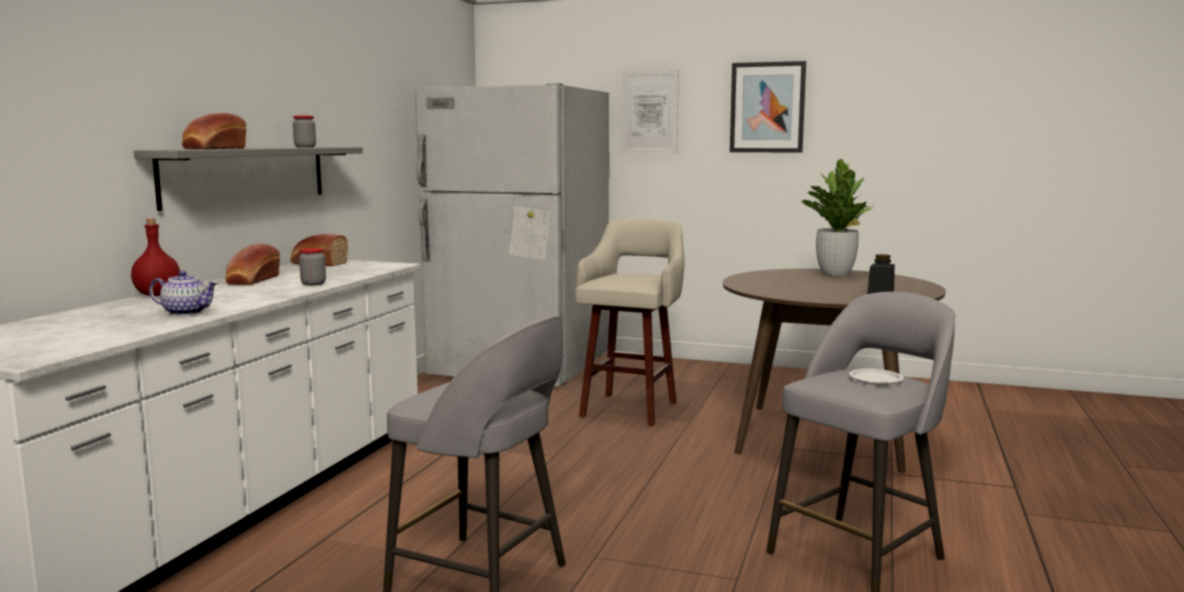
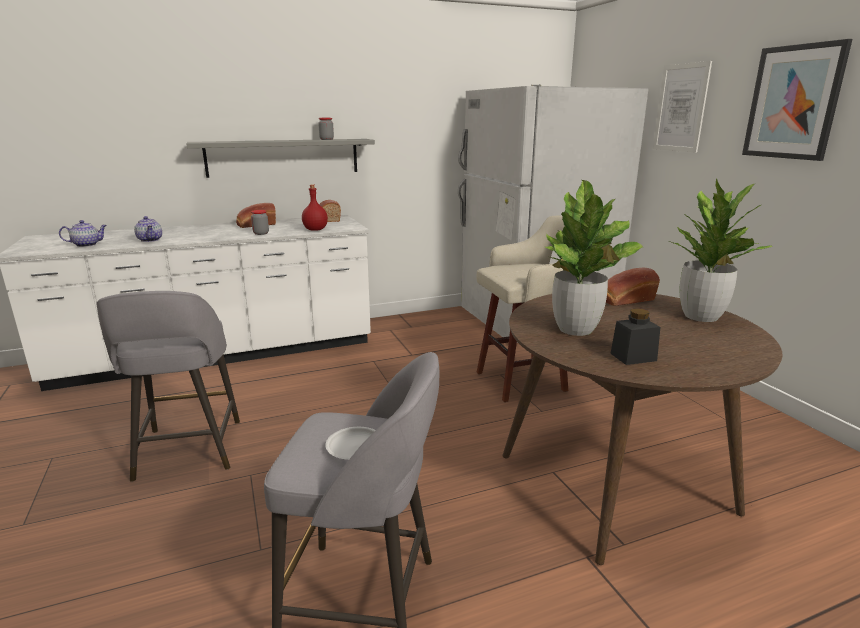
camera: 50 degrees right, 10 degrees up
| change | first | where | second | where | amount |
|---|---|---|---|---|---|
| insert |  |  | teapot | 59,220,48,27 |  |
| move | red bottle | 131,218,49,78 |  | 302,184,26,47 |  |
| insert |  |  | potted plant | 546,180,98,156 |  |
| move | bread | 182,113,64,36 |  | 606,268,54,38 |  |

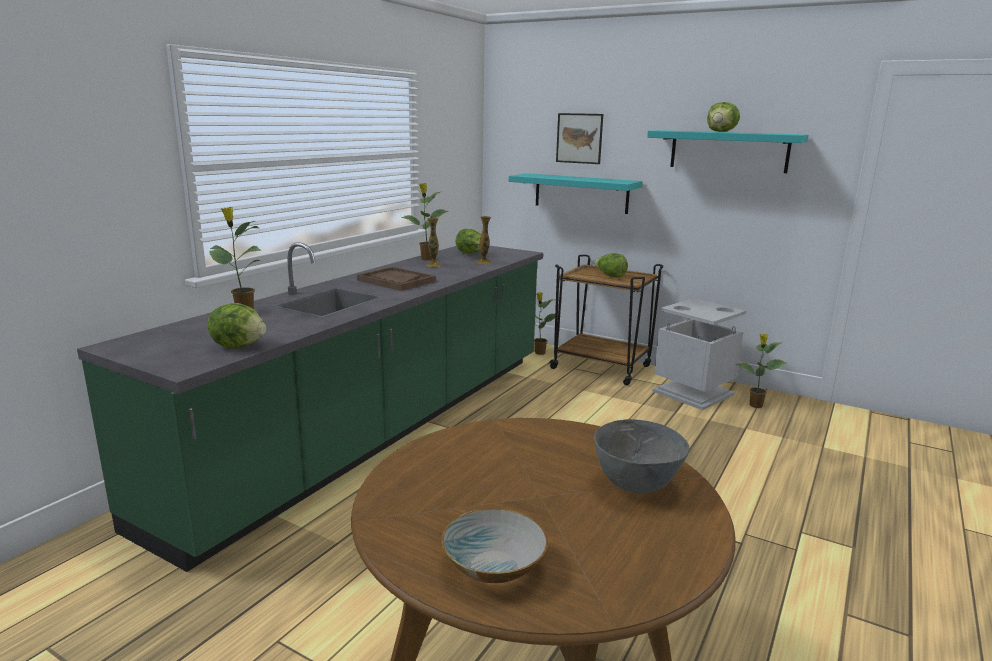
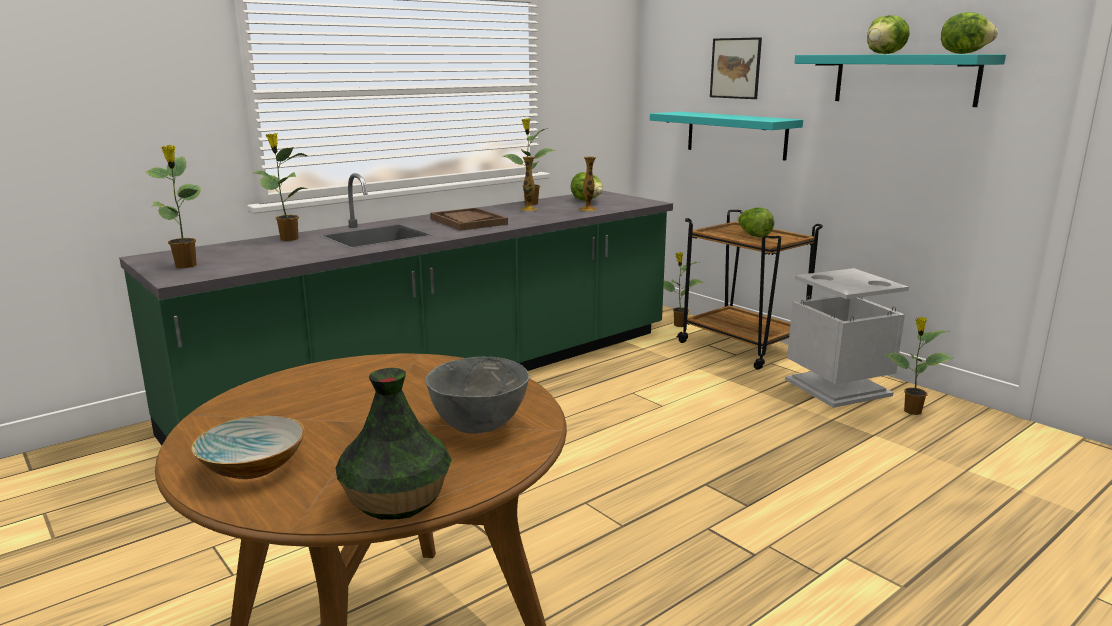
camera: 20 degrees right, 0 degrees up
| change | first | where | second | where | amount |
|---|---|---|---|---|---|
| insert |  |  | potted plant | 145,145,56,123 |  |
| insert |  |  | vase | 336,368,116,152 |  |
| move | lettuce | 207,303,59,45 |  | 941,12,57,42 |  |

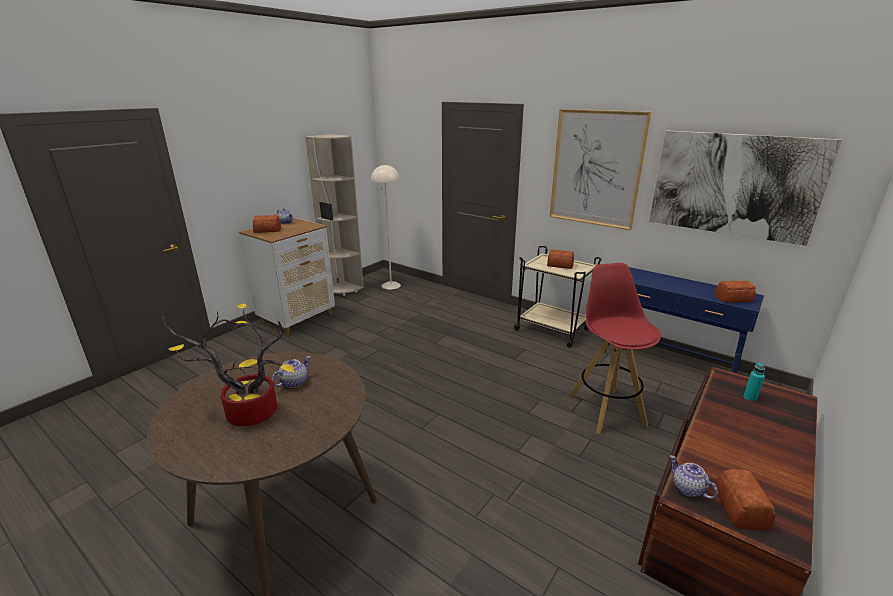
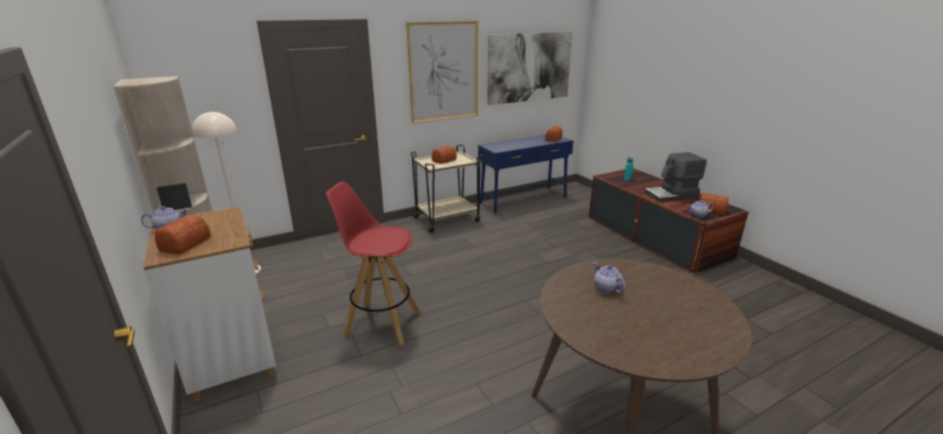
camera: 65 degrees left, 0 degrees up
| change | first | where | second | where | amount |
|---|---|---|---|---|---|
| move | red stool | 569,263,92,171 |  | 326,182,94,163 |  |
| insert |  |  | coffee machine | 644,152,63,50 |  |
| delete | potted plant | 161,304,134,122 |  |  |  |

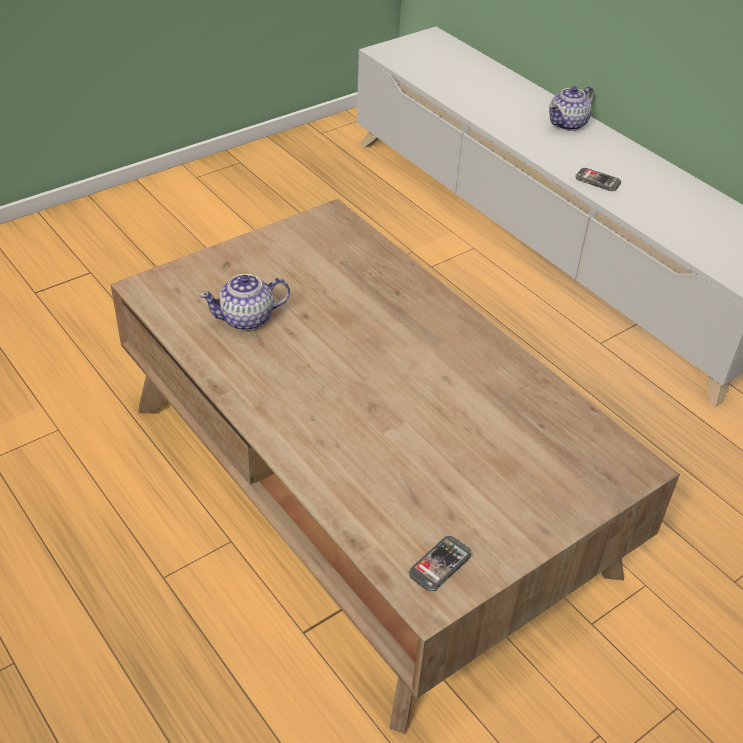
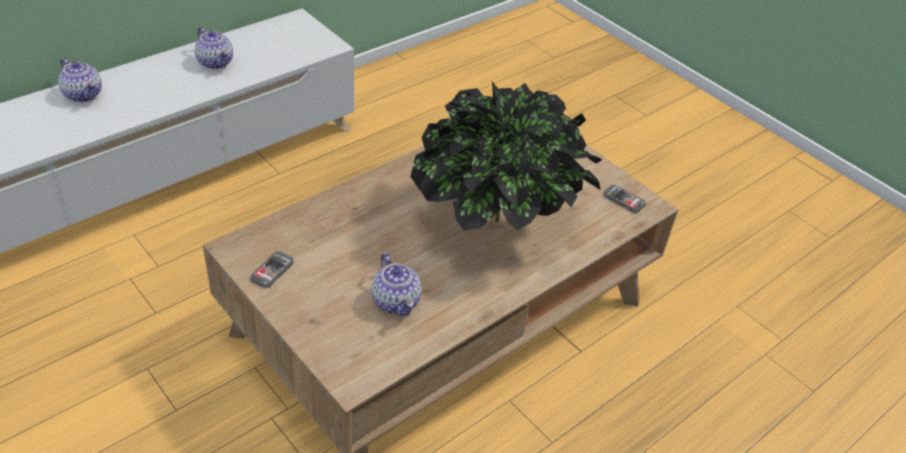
camera: 95 degrees left, 0 degrees up
| change | first | where | second | where | amount |
|---|---|---|---|---|---|
| insert |  |  | teapot | 194,27,39,42 |  |
| move | phone | 575,168,46,23 |  | 250,251,44,37 |  |
| insert |  |  | potted plant | 410,82,192,149 |  |

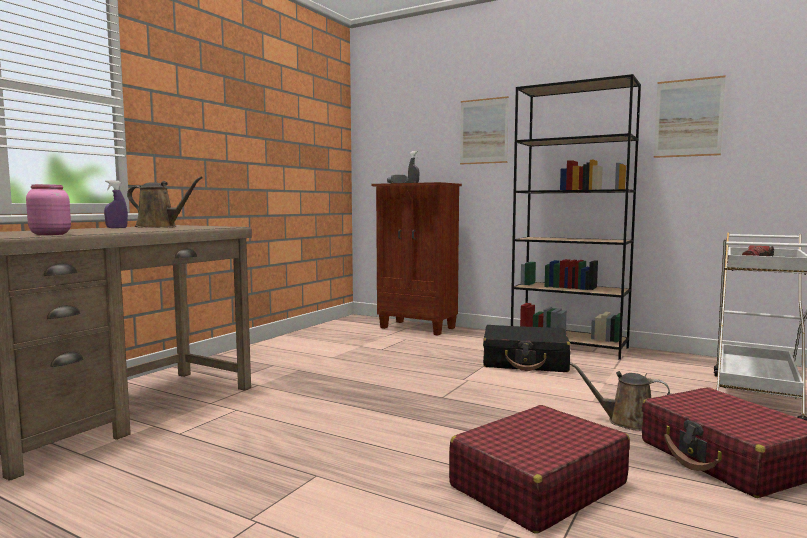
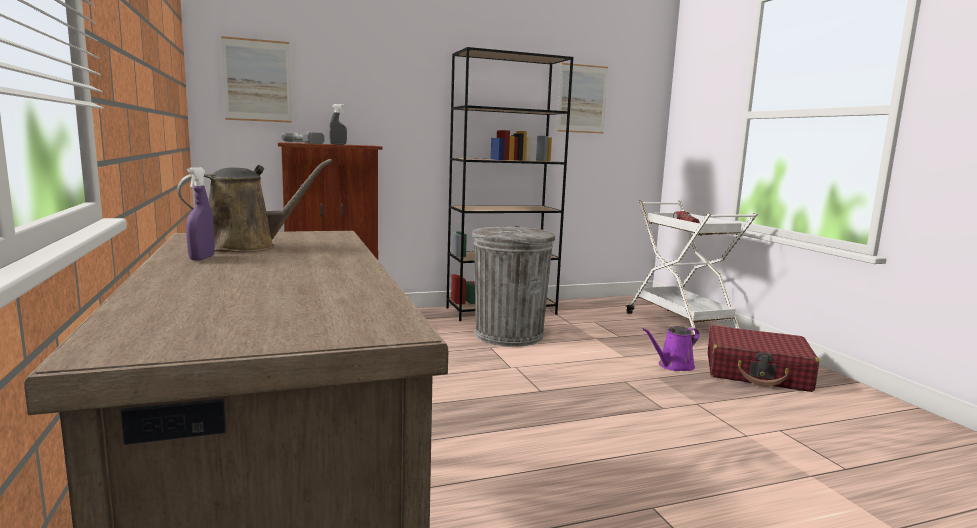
camera: 50 degrees left, 5 degrees up
| change | first | where | second | where | amount |
|---|---|---|---|---|---|
| move | picture | 460,96,49,69 |  | 221,36,71,87 |  |
| replace | black suitcase | 483,325,88,47 | grey trash can | 472,227,83,120 |  |
| recolor | brown watering can | 570,362,100,69 | purple watering can | 642,326,58,45 |  |
| delete | pink jar | 26,184,45,51 |  |  |  |
| delete | red suitcase | 449,405,181,129 |  |  |  |

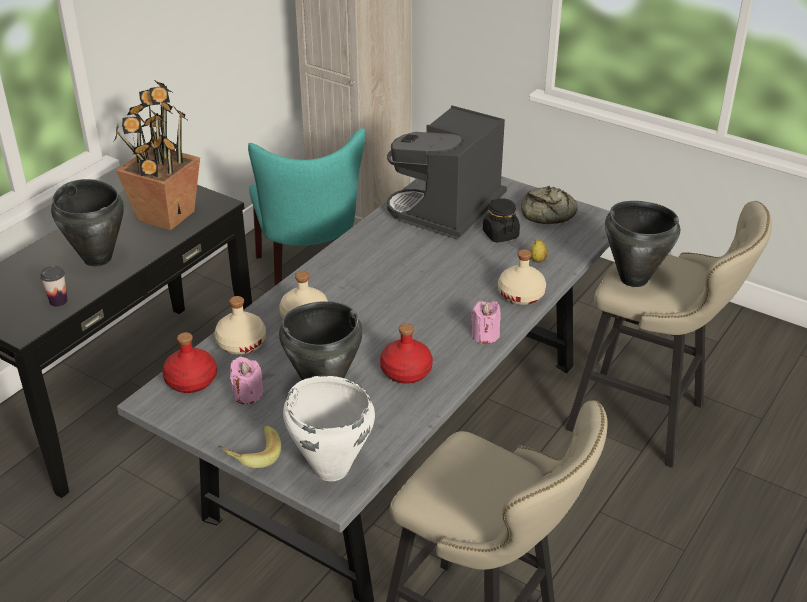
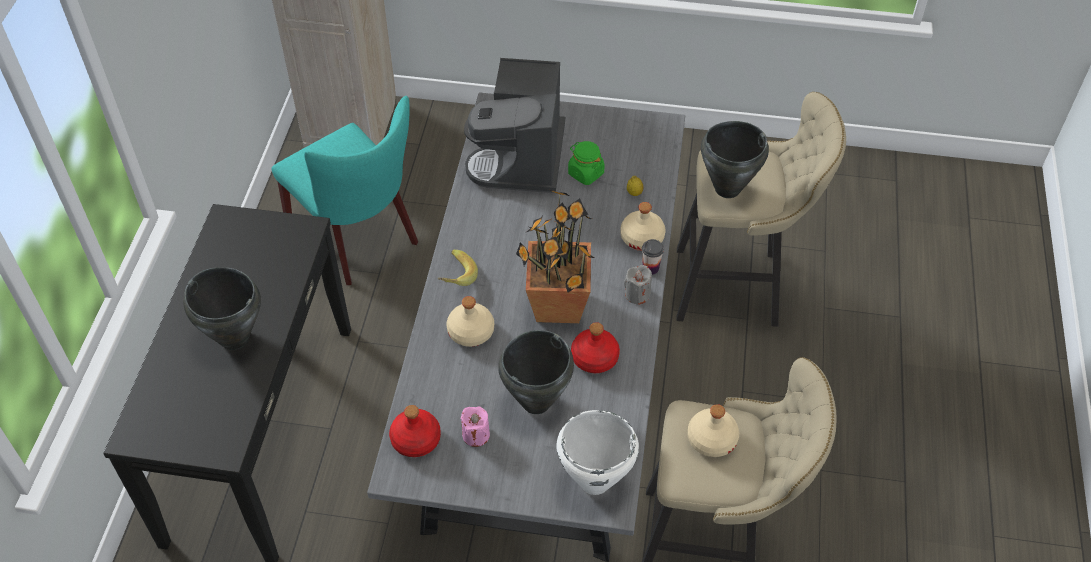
camera: 25 degrees left, 15 degrees up
| change | first | where | second | where | amount |
|---|---|---|---|---|---|
| move | banana | 218,426,63,42 |  | 438,250,40,36 |  |
| move | potted plant | 114,79,86,151 |  | 516,190,78,133 |  |
| recolor | black jar | 483,198,37,45 | green jar | 568,141,37,44 |  |
| recolor | pink candle | 471,301,30,43 | grey candle | 624,265,28,40 |  |
| move | cup | 40,266,28,41 |  | 642,239,22,36 |  |
| move | beige bottle | 214,296,52,58 |  | 687,404,52,53 |  |
| delete | bread | 521,186,56,38 |  |  |  |

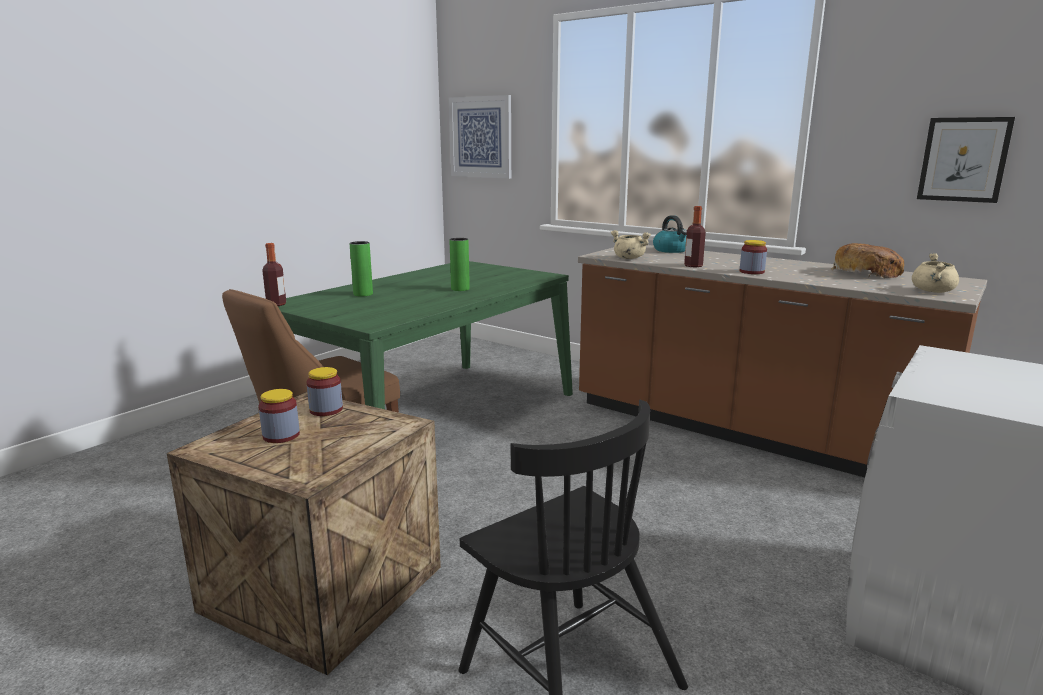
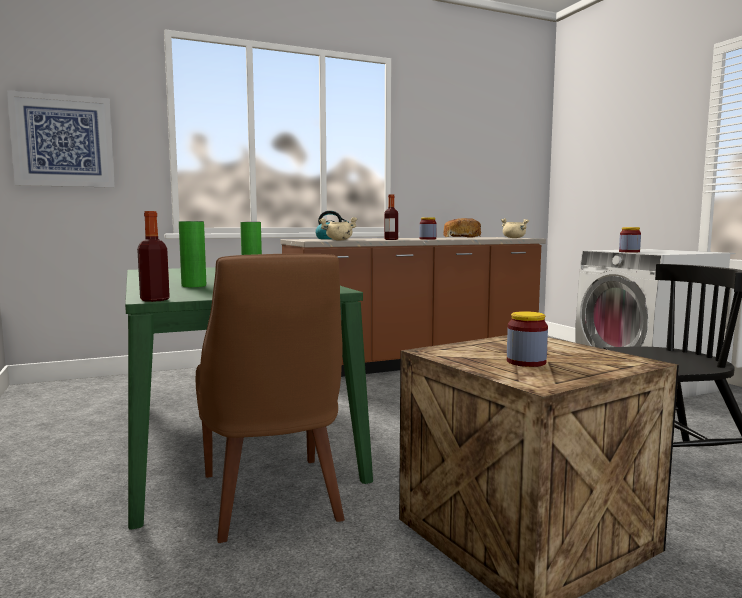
camera: 60 degrees left, 10 degrees down
| change | first | where | second | where | amount |
|---|---|---|---|---|---|
| move | jar | 306,367,37,49 |  | 619,227,22,26 |  |
| delete | picture | 917,117,98,86 |  |  |  |

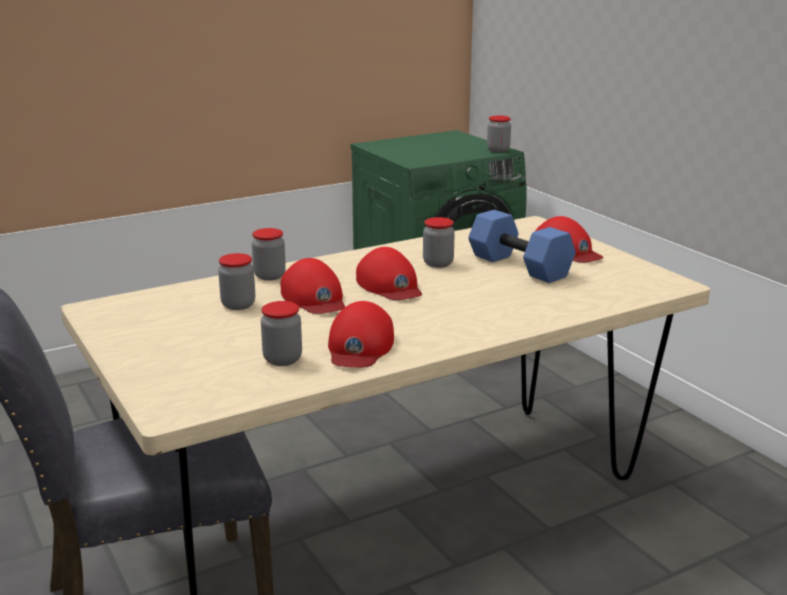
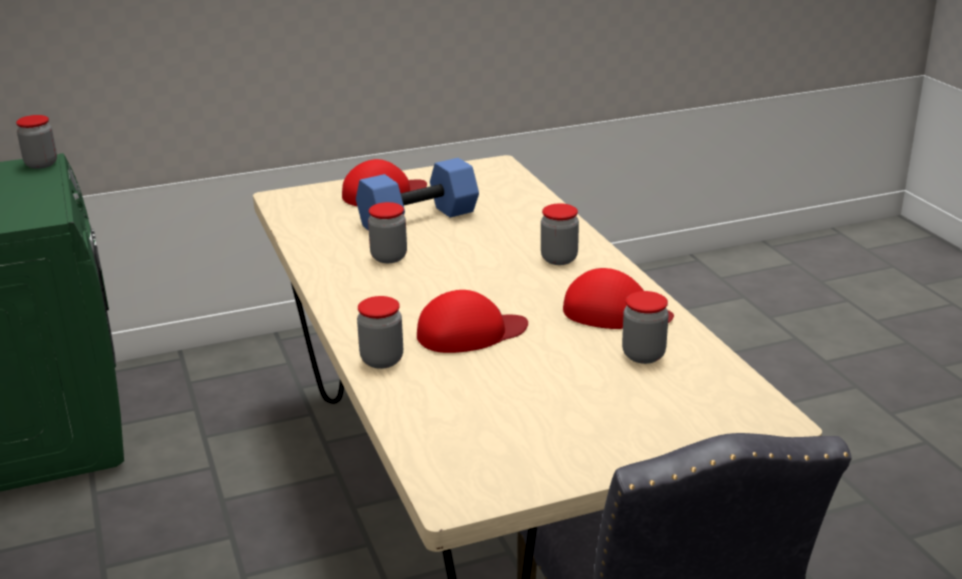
camera: 80 degrees left, 5 degrees up
| change | first | where | second | where | amount |
|---|---|---|---|---|---|
| move | jar | 218,253,37,57 |  | 541,203,38,62 |  |
| delete | red cap | 356,247,66,53 |  |  |  |

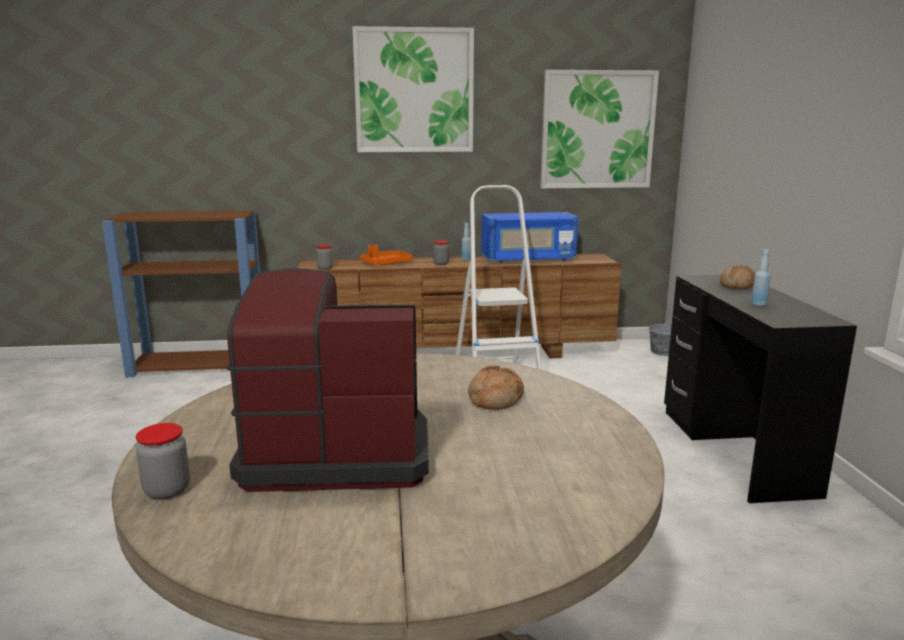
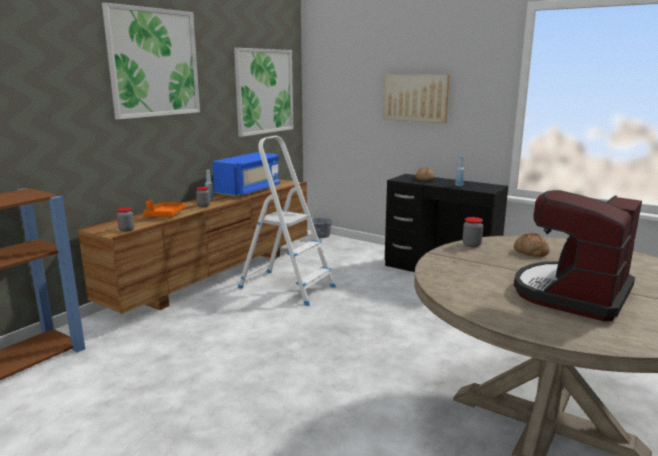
camera: 50 degrees left, 0 degrees up
| change | first | where | second | where | amount |
|---|---|---|---|---|---|
| insert |  |  | picture | 384,74,66,49 |  |
| move | jar | 136,423,54,77 |  | 463,217,20,30 |  |

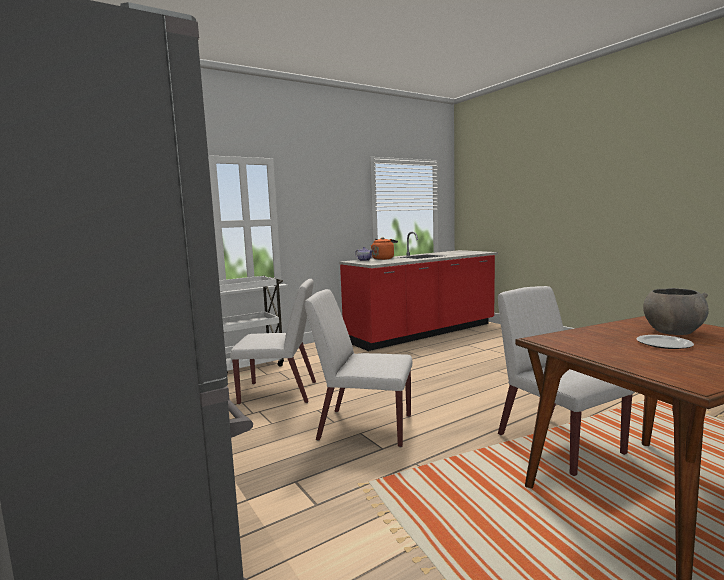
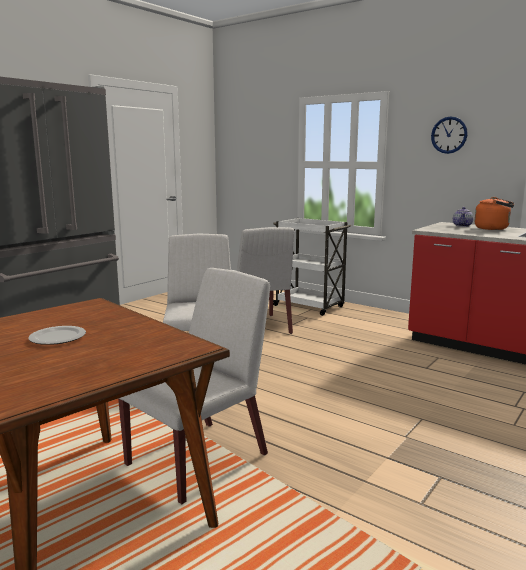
camera: 70 degrees right, 5 degrees up
| change | first | where | second | where | amount |
|---|---|---|---|---|---|
| insert |  |  | wall clock | 431,116,37,38 |  |
| delete | grey bowl | 643,288,66,47 |  |  |  |

